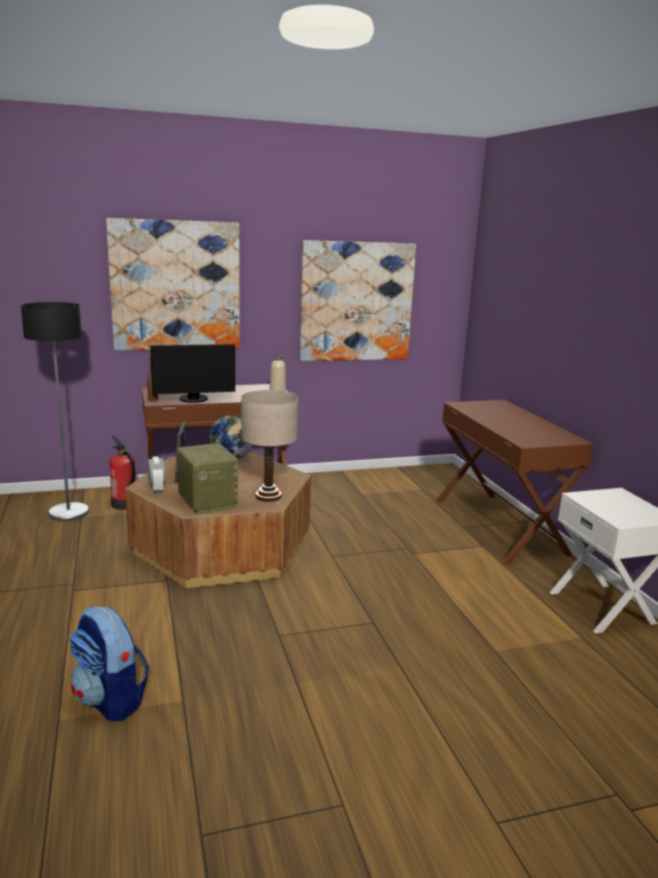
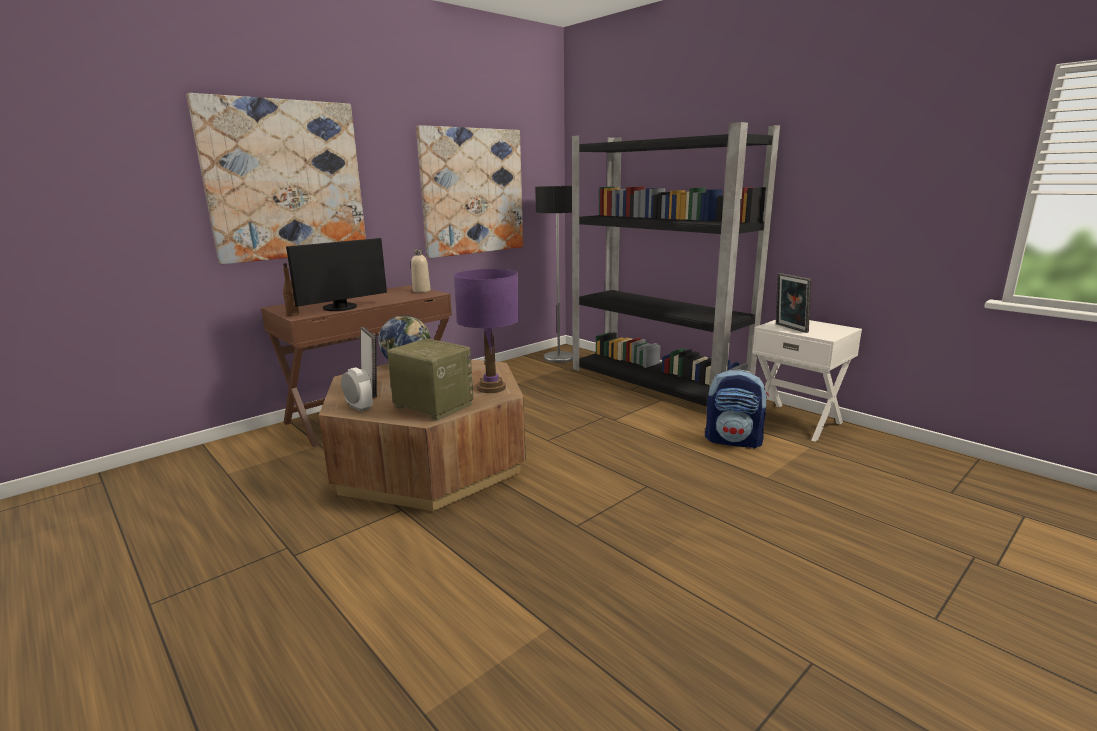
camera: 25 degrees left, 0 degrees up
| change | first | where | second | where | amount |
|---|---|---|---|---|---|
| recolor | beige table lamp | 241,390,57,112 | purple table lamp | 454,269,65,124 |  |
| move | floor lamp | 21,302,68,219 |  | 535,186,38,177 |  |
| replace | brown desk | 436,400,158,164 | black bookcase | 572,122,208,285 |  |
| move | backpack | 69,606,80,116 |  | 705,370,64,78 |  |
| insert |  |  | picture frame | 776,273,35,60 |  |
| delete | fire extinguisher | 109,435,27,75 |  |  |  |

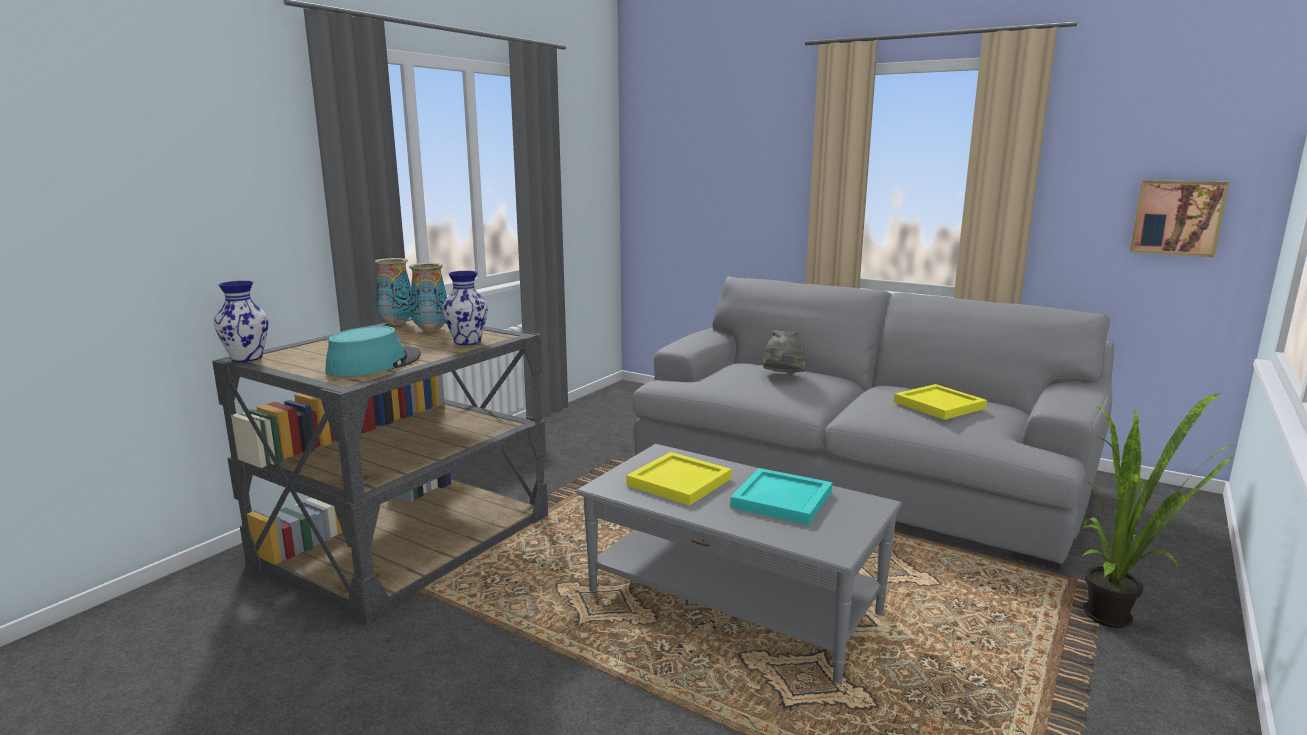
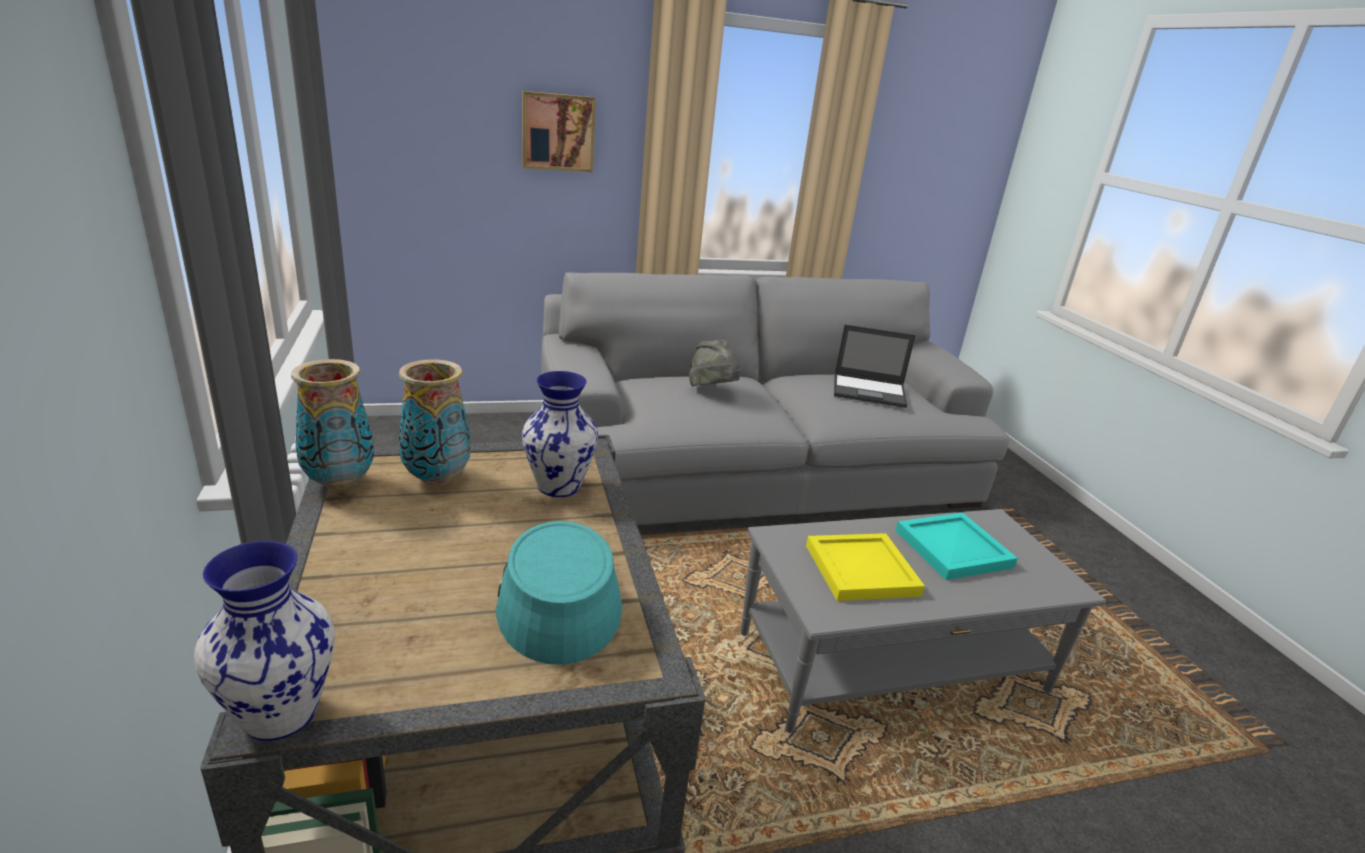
camera: 50 degrees left, 10 degrees up
| change | first | where | second | where | amount |
|---|---|---|---|---|---|
| move | picture | 1130,180,99,77 |  | 522,91,74,81 |  |
| replace | yellow tray | 894,384,93,36 | laptop | 834,325,82,83 |  |
| delete | potted plant | 1082,393,153,235 |  |  |  |

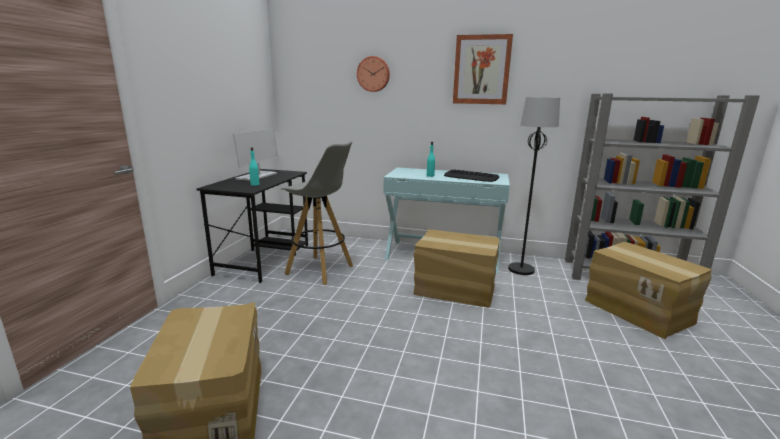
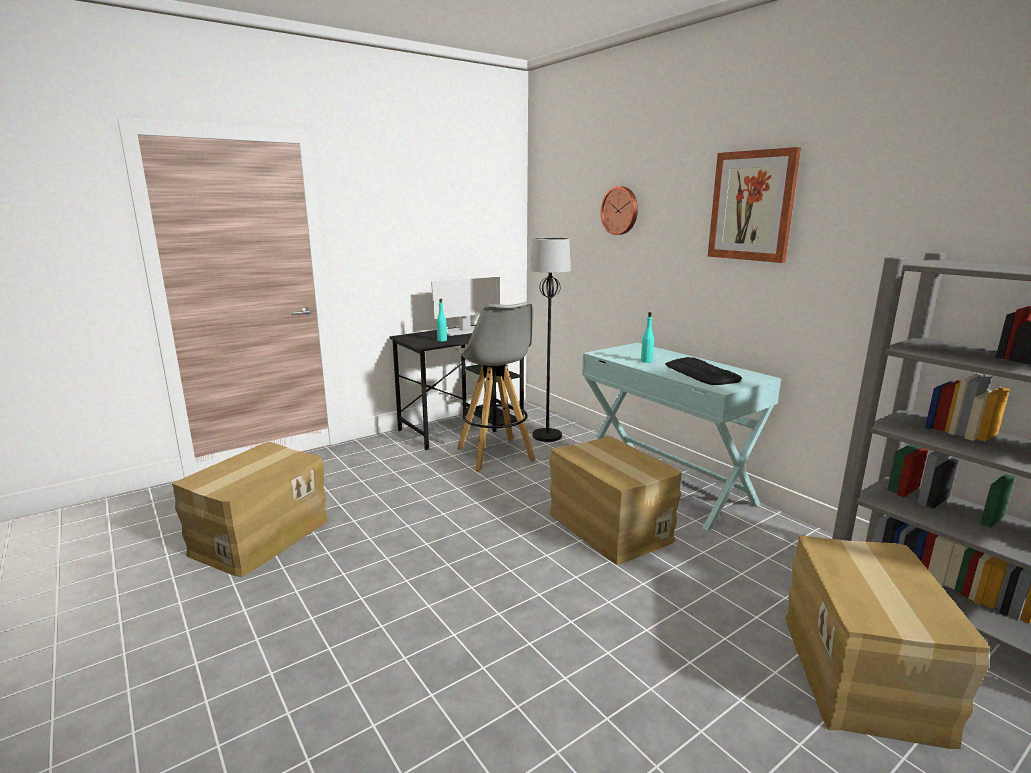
camera: 40 degrees right, 0 degrees up
| change | first | where | second | where | amount |
|---|---|---|---|---|---|
| move | black floor lamp | 508,97,52,178 |  | 530,237,41,205 |  |

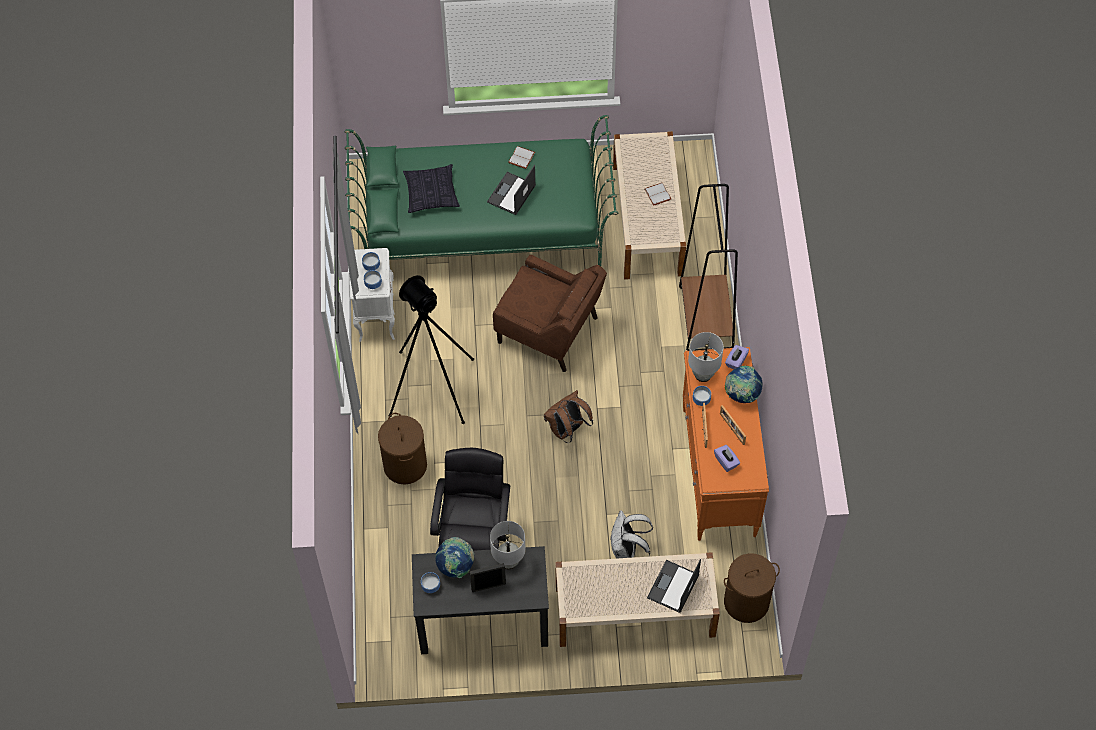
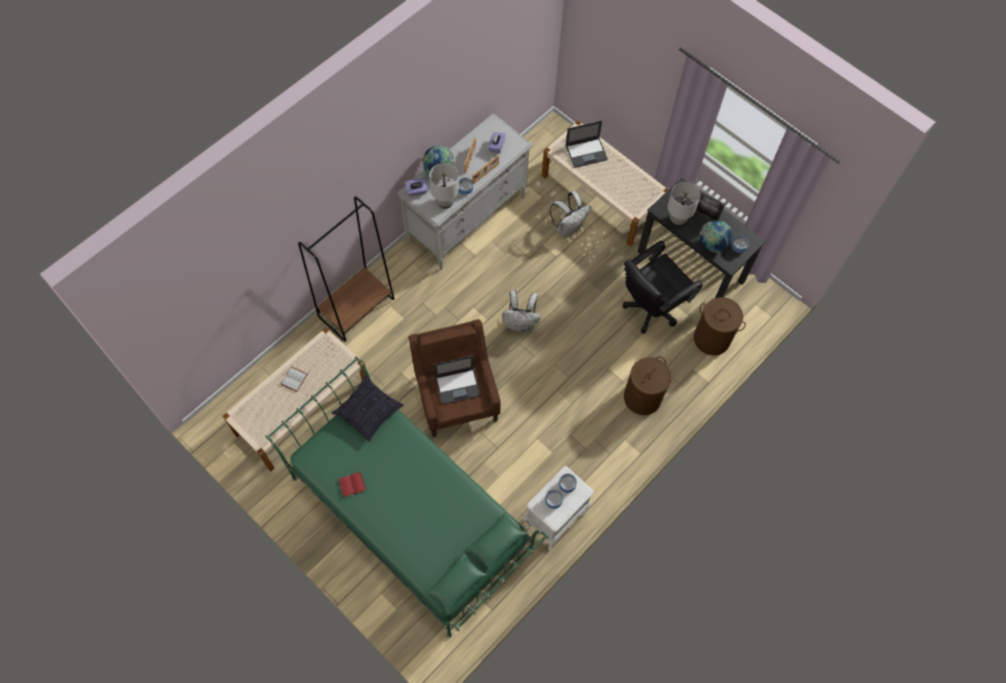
camera: 135 degrees left, 5 degrees up
| change | first | where | second | where | amount |
|---|---|---|---|---|---|
| move | pillow | 403,164,57,49 |  | 332,376,71,66 |  |
| recolor | white book | 508,146,27,23 | red book | 338,472,28,25 |  |
| recolor | orange dresser | 683,347,86,194 | white dresser | 397,114,135,156 |  |
| move | laptop | 487,165,49,50 |  | 434,356,47,49 |  |
| recolor | brown backpack | 544,390,49,53 | white backpack | 502,290,38,42 |  |
| move | brown laundry basket | 724,553,56,70 |  | 694,297,52,59 |  |
| delete | black floor lamp | 388,275,86,149 |  |  |  |

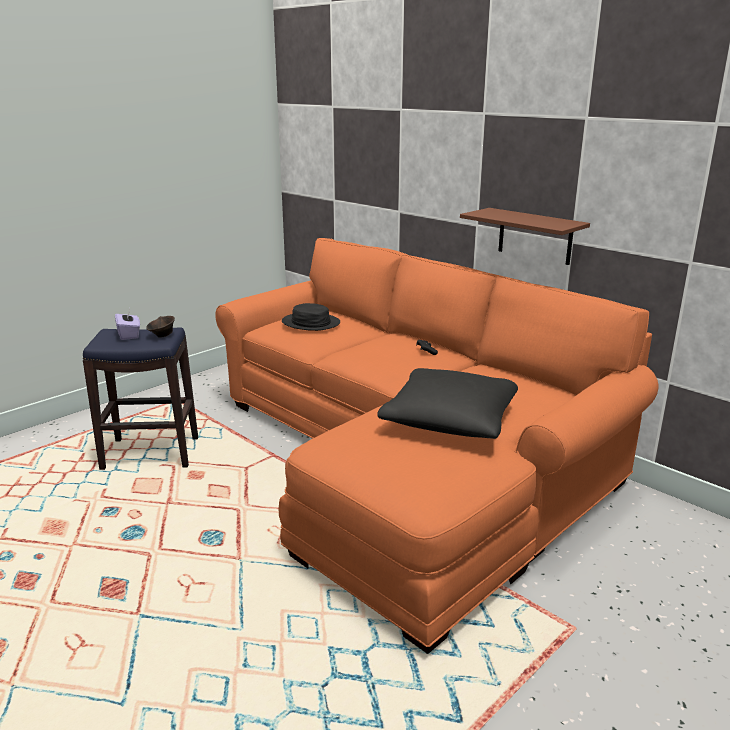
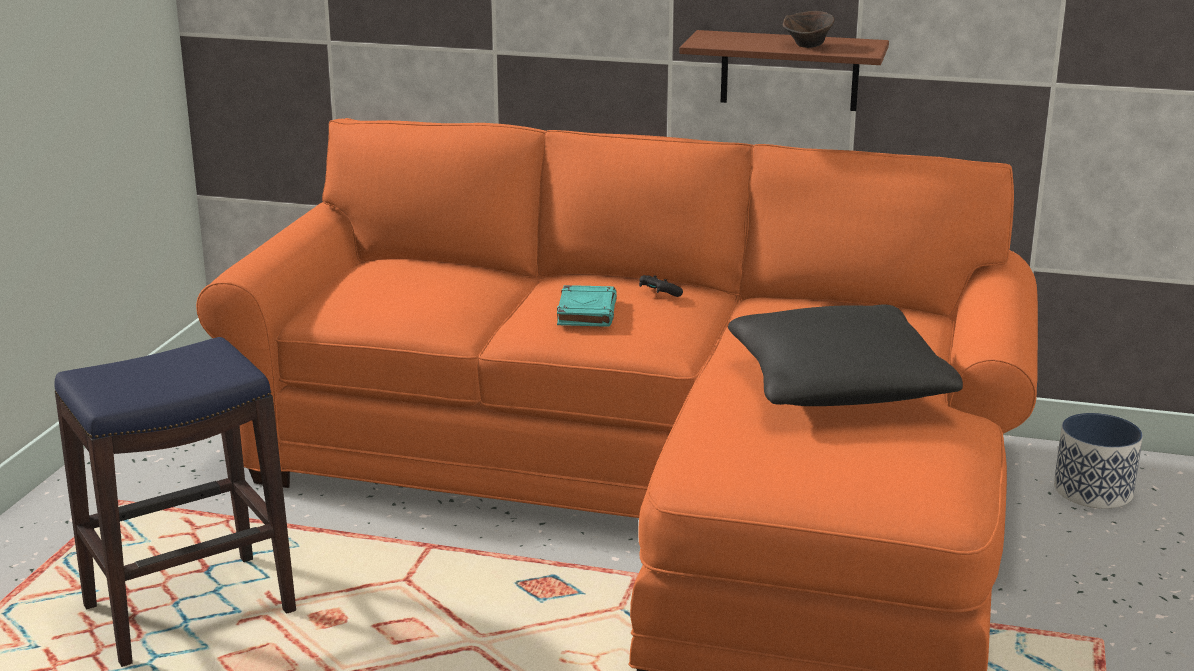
camera: 30 degrees left, 0 degrees up
| change | first | where | second | where | amount |
|---|---|---|---|---|---|
| insert |  |  | turquoise book | 557,285,60,42 |  |
| move | brown bowl | 146,316,29,22 |  | 783,11,52,37 |  |
| insert |  |  | planter | 1054,413,89,96 |  |
| delete | purple tissue box | 115,308,25,32 |  |  |  |
| delete | black hat | 282,303,58,28 |  |  |  |

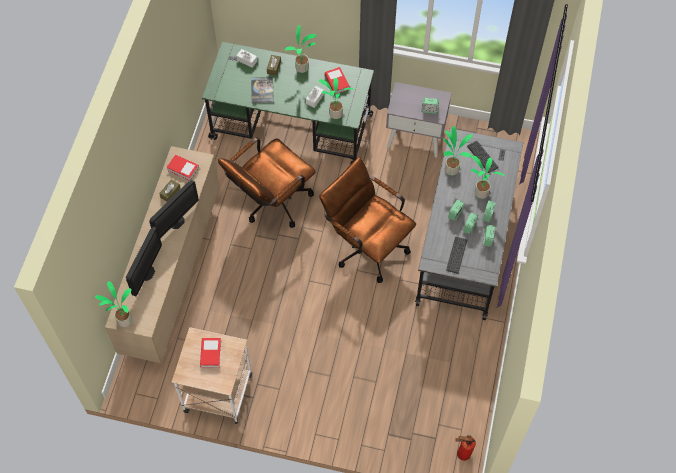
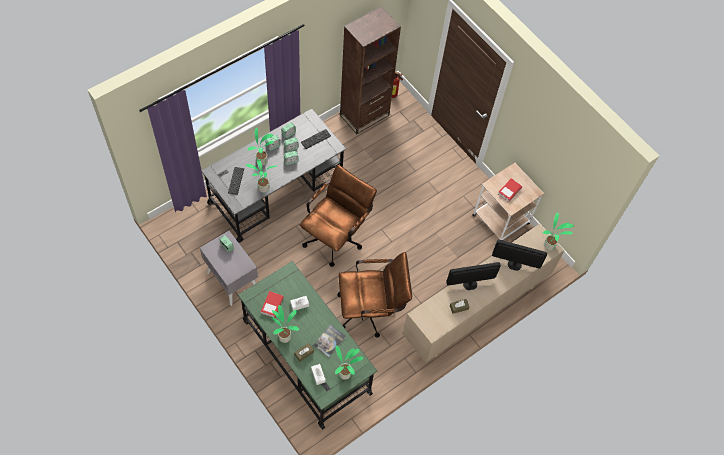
camera: 145 degrees left, 0 degrees up
| change | first | where | second | where | amount |
|---|---|---|---|---|---|
| rotate | brown office chair | 319,157,97,126 |  | 300,165,77,102 | 135 degrees counterclockwise |
| move | potted plant | 319,78,35,41 |  | 335,345,28,35 |  |
| insert |  |  | brown bookcase | 340,6,61,128 |  |
| rotate | monitor | 126,227,36,69 |  | 492,240,55,31 | 45 degrees clockwise |
| delete | book | 166,155,33,26 |  |  |  |

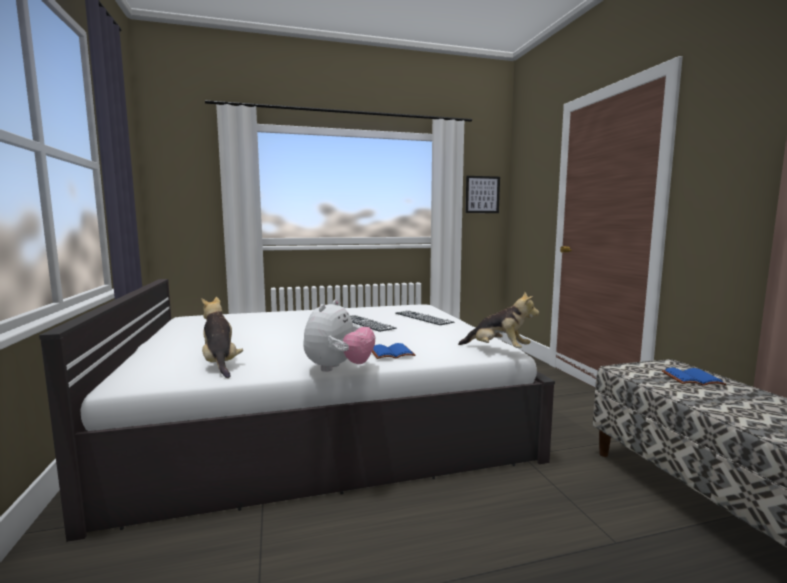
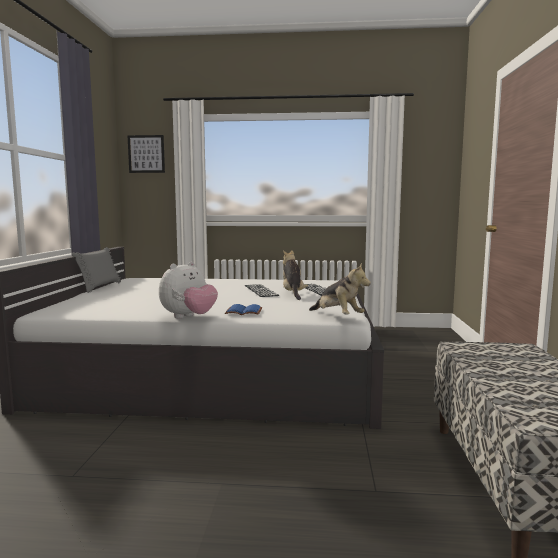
camera: 20 degrees right, 0 degrees up
| change | first | where | second | where | amount |
|---|---|---|---|---|---|
| insert |  |  | grey pillow | 72,247,49,46 |  |
| move | picture | 465,176,35,37 |  | 127,135,38,38 |  |
| move | plush toy | 201,297,42,81 |  | 283,250,25,50 |  |
| delete | blue book | 662,368,64,18 |  |  |  |

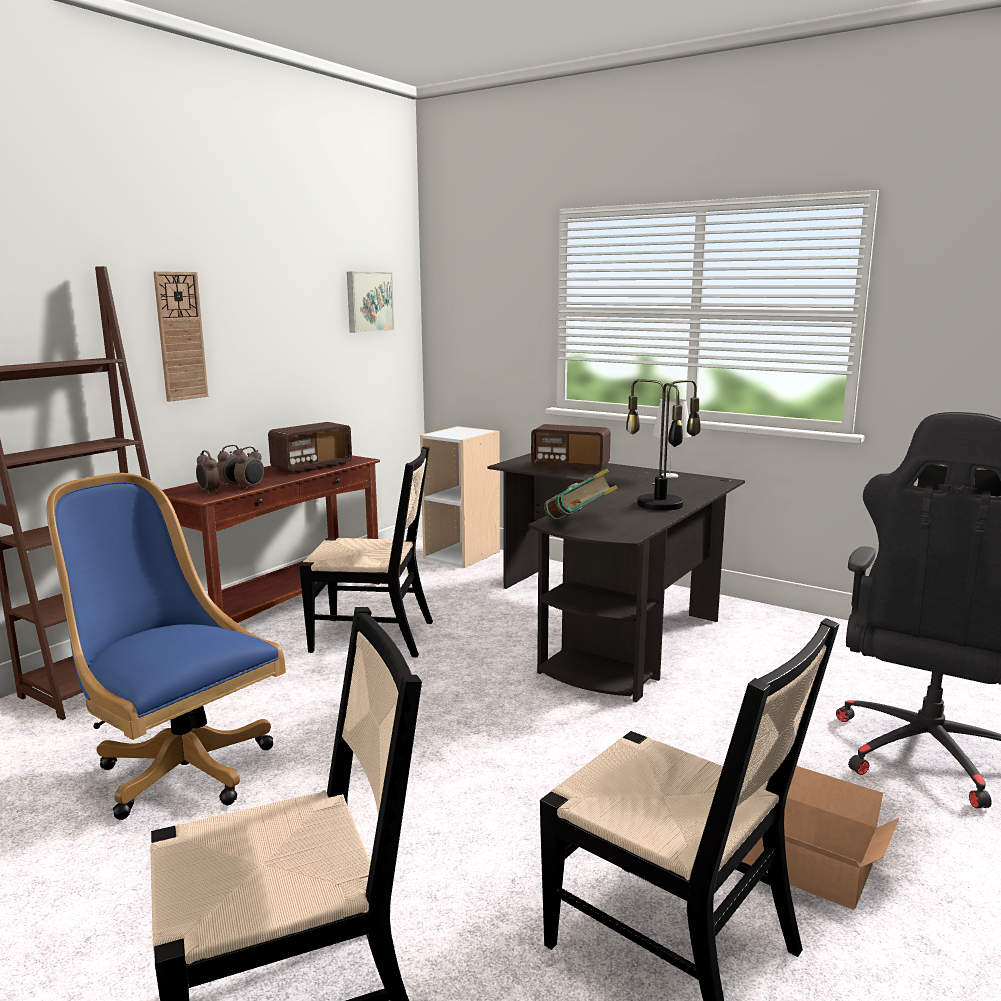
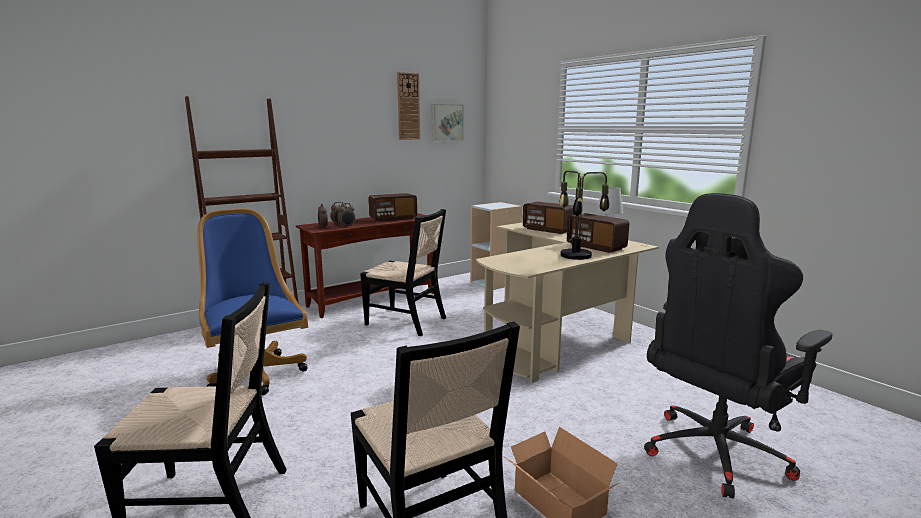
camera: 20 degrees right, 0 degrees up
| change | first | where | second | where | amount |
|---|---|---|---|---|---|
| move | wall clock | 153,271,55,131 |  | 397,72,23,68 |  |
| recolor | black desk | 487,453,258,249 | beige desk | 476,222,183,161 |  |
| insert |  |  | radio | 567,213,62,40 |  |
| delete | book | 544,469,74,51 |  |  |  |

